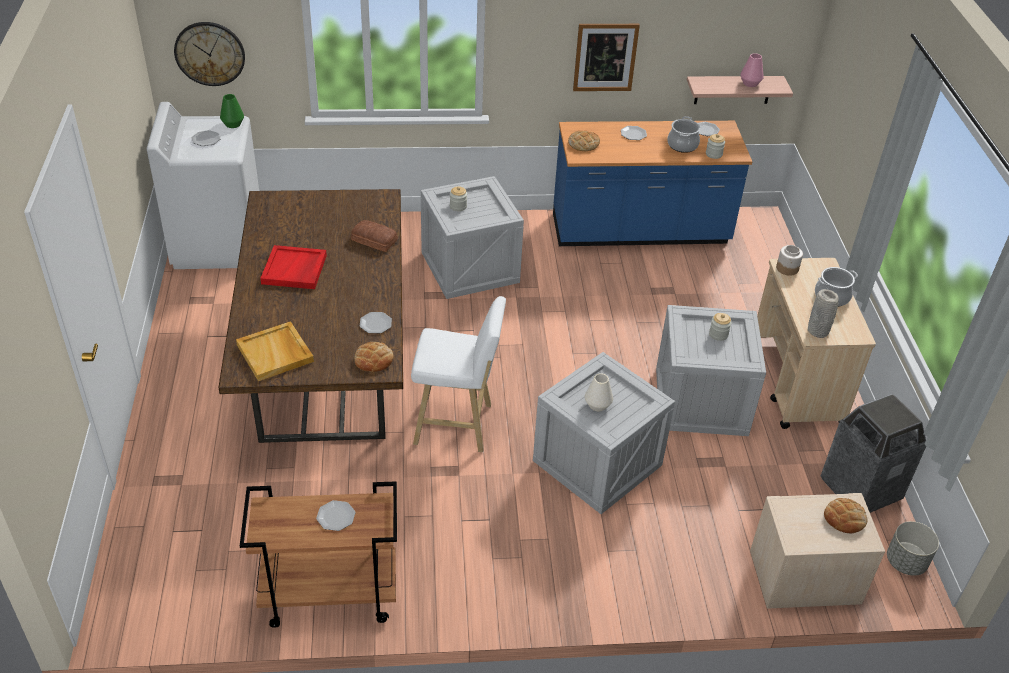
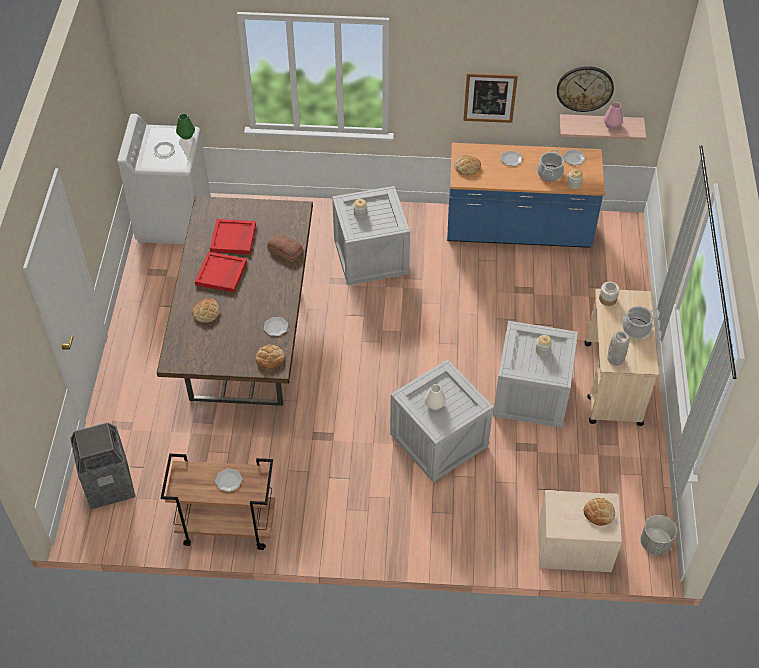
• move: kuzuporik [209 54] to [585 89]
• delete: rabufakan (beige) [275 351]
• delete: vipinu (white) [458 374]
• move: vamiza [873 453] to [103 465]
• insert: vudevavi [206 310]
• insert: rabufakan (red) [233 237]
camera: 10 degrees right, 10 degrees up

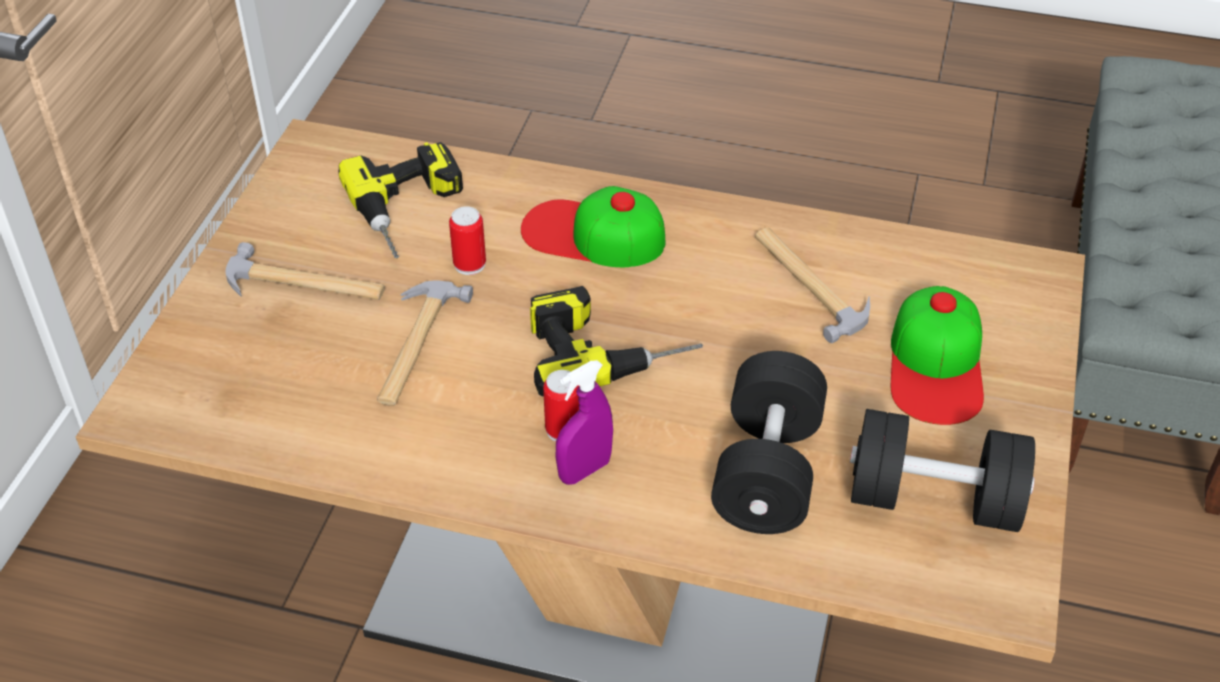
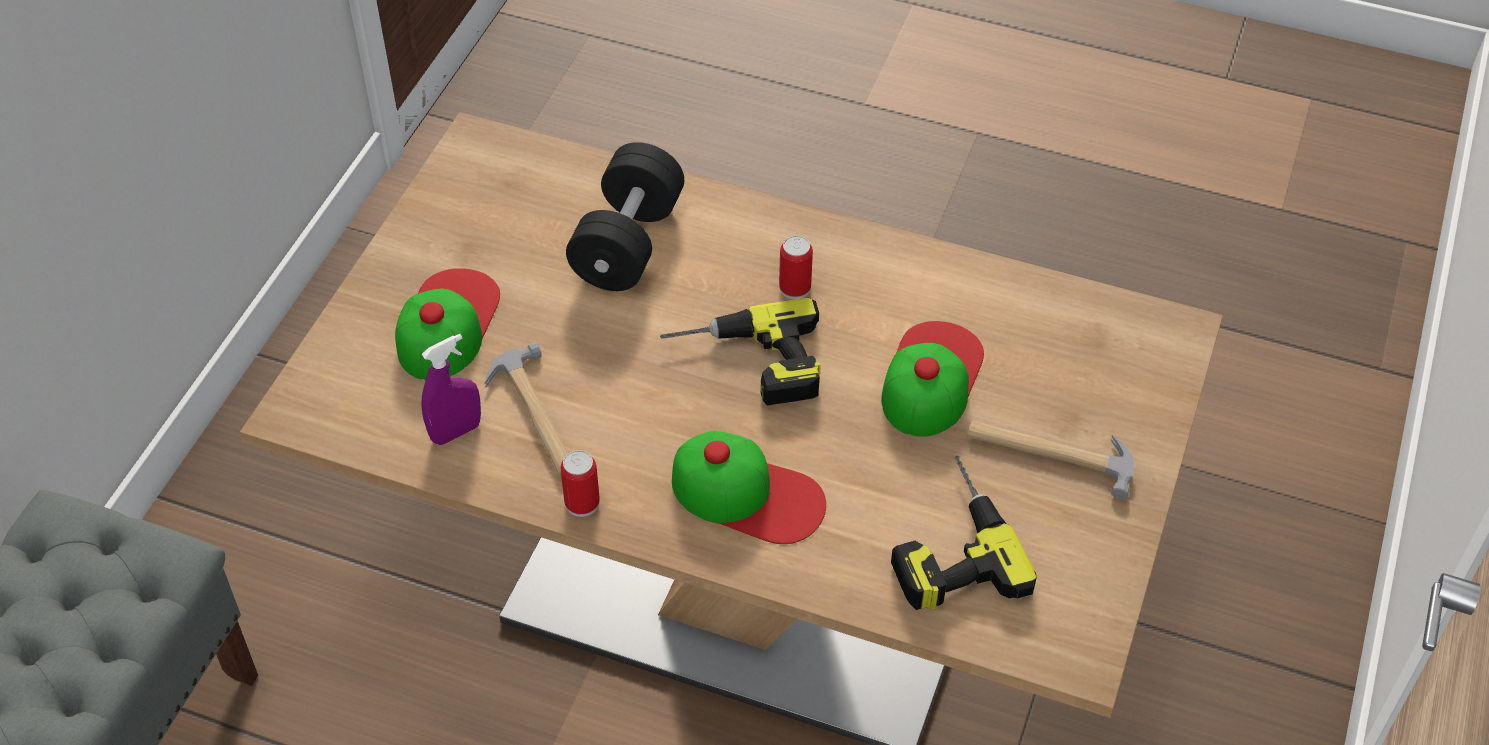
• replace: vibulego [425 343] to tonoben [932 379]
• move: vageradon [467 240] to [580 483]
• move: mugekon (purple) [584 422] to [451 389]
• delete: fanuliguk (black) [942 470]
camera: 175 degrees left, 5 degrees up

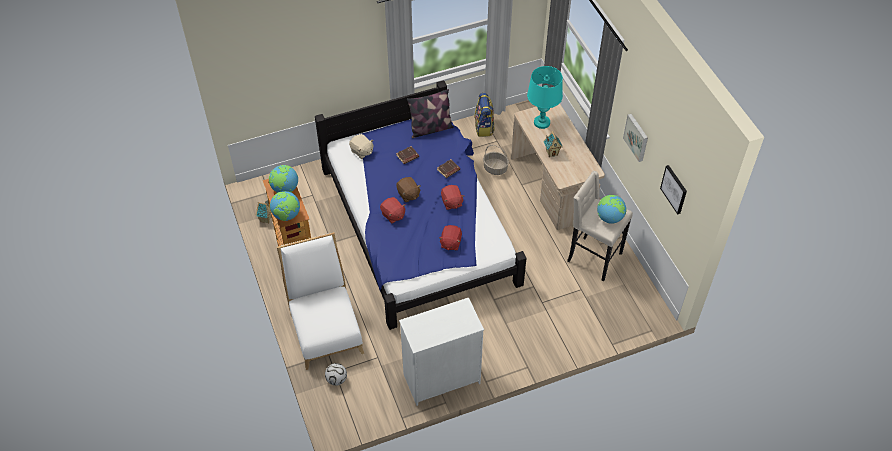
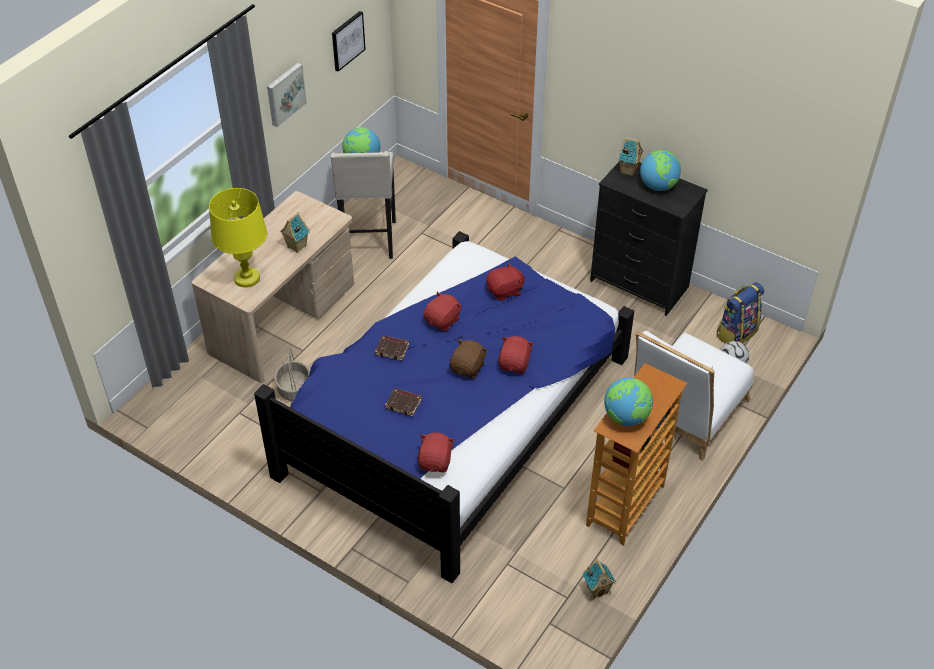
• move: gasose [285 206] to [660 170]
• recolor: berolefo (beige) [361 146] to berolefo (red) [436 452]
• recolor: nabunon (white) [441 352] to nabunon (black) [649 239]
• delete: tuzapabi [430 113]
• move: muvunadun [484 115] to [740 313]
• recolor: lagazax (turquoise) [545 97] to lagazax (yellow) [238 238]
• insert: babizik [630 156]
camera: 125 degrees left, 5 degrees down

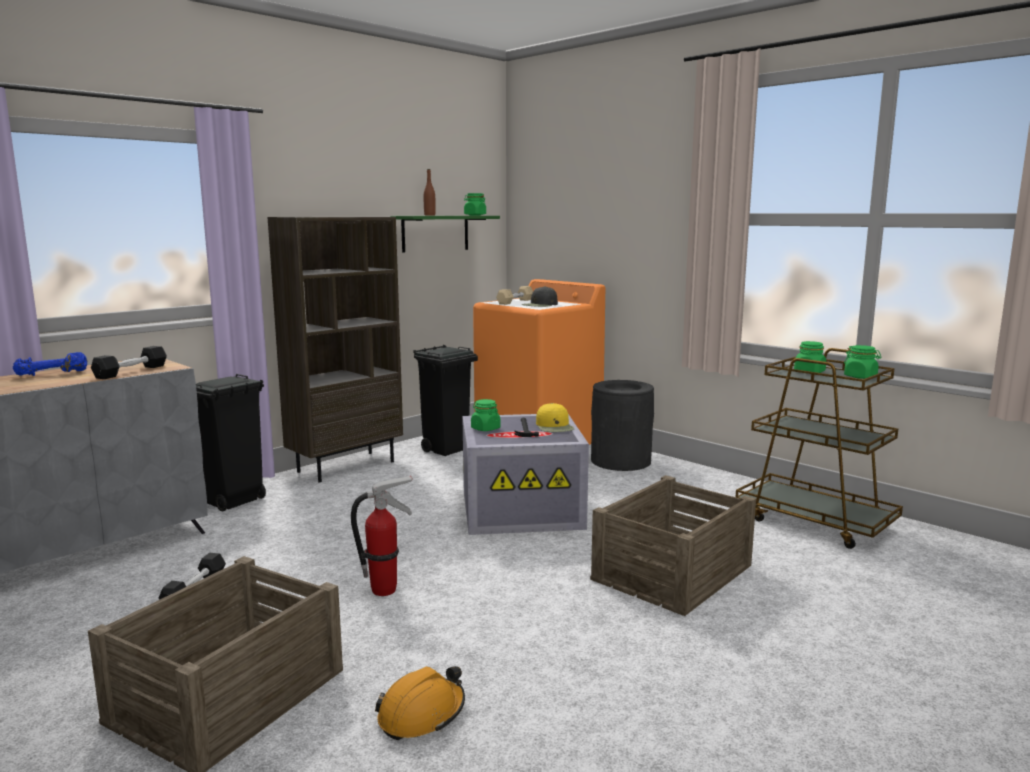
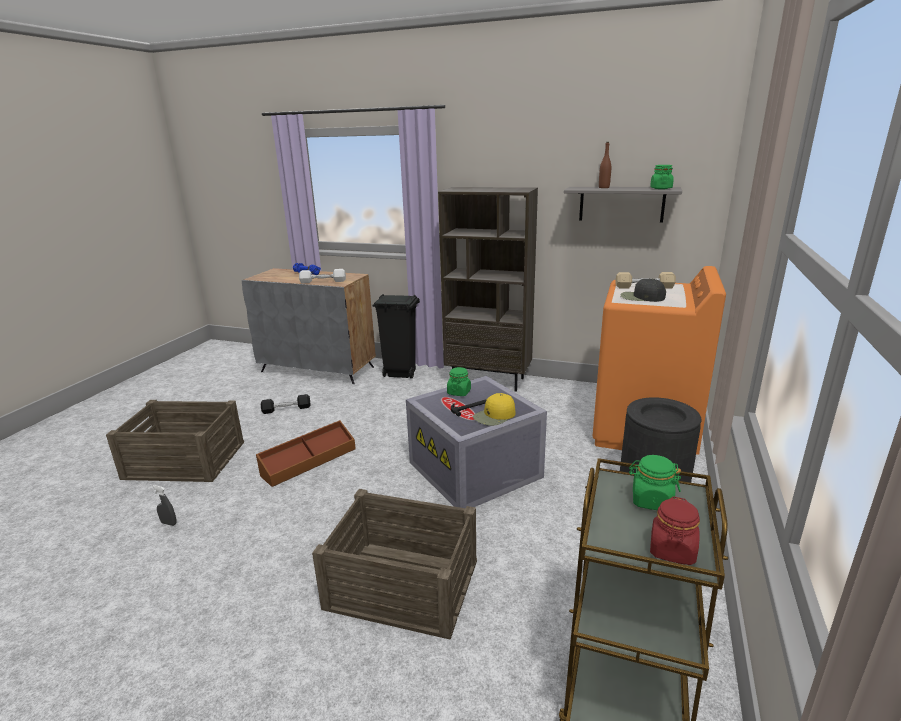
• recolor: fanuliguk (black) [129 362] to fanuliguk (white) [322 276]
• replace: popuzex [382 535] to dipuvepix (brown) [306 453]
• replace: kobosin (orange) [420 703] to mugekon (grey) [164 505]
• recolor: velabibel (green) [445 234] to velabibel (grey) [623 205]
• delete: vamiza (black) [445 400]
• recolor: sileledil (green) [863 362] to sileledil (red) [675 530]
camera: 65 degrees right, 10 degrees up

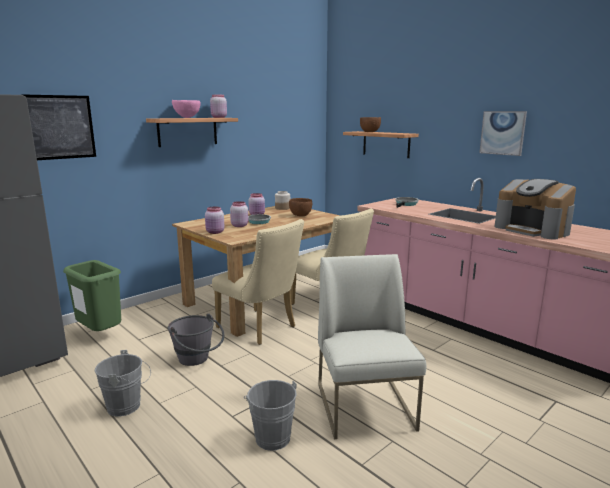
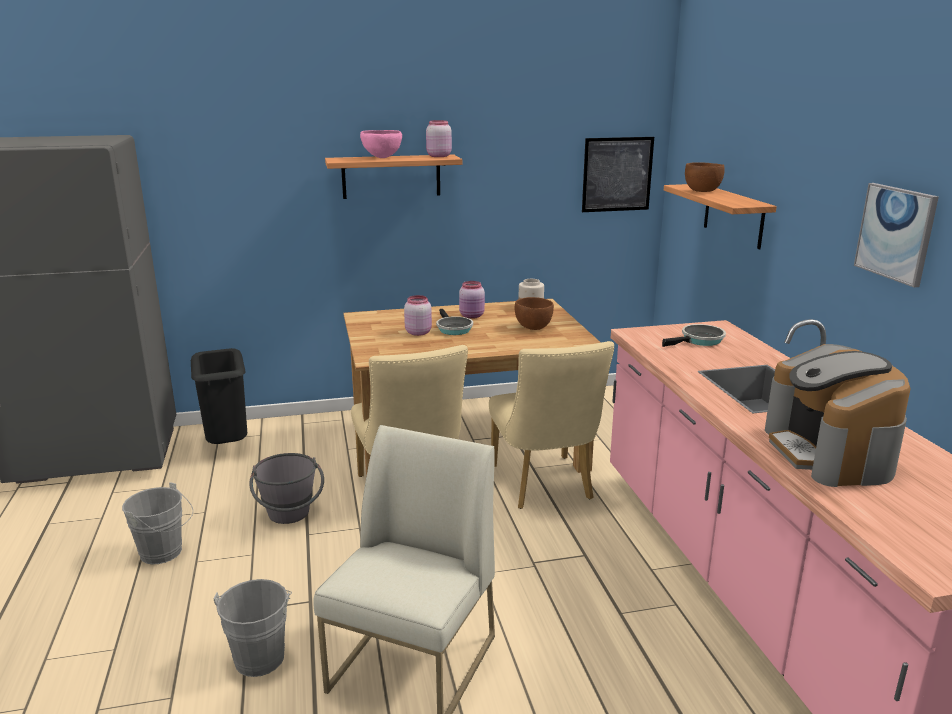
• move: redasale [58 127] to [618 174]
• recolor: vamiza (green) [92 295] to vamiza (black) [219 396]
• delete: sileledil (pink) [214 220]
camera: 30 degrees right, 5 degrees up

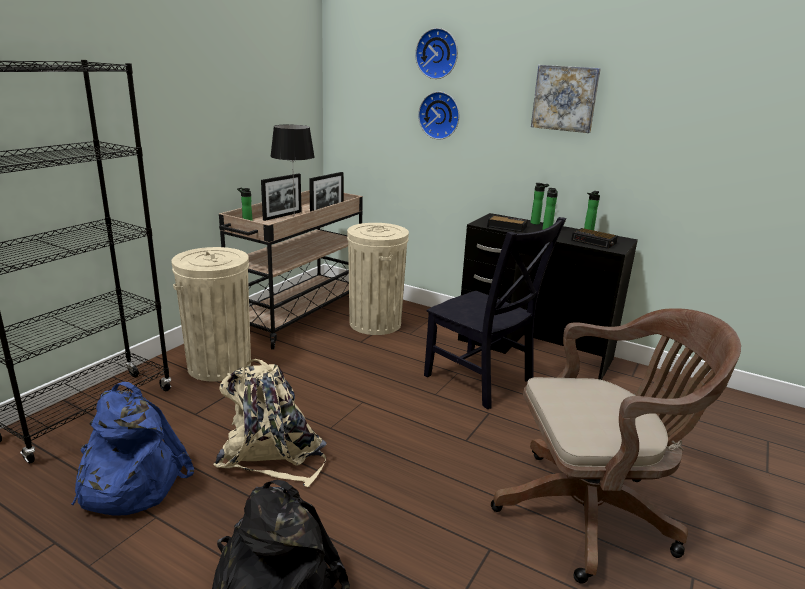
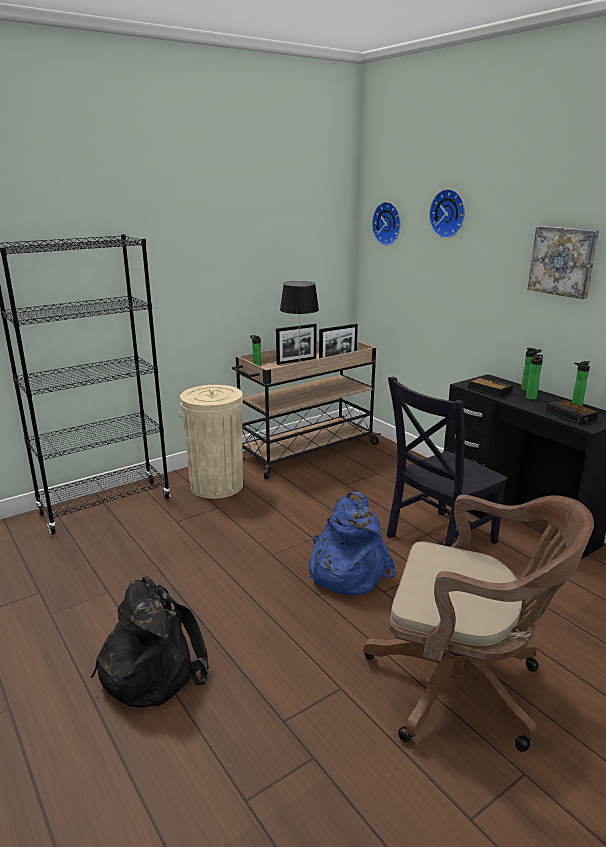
• move: muvunadun (blue) [132 449] to [352 543]
• delete: muvunadun (beige) [270 423]
• delete: vamiza (beige) [378 279]
• move: kuzuporik [438 115] to [386 224]
• rotate: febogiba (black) [495 313] = [447 462] 75 degrees clockwise
camera: 25 degrees right, 0 degrees up

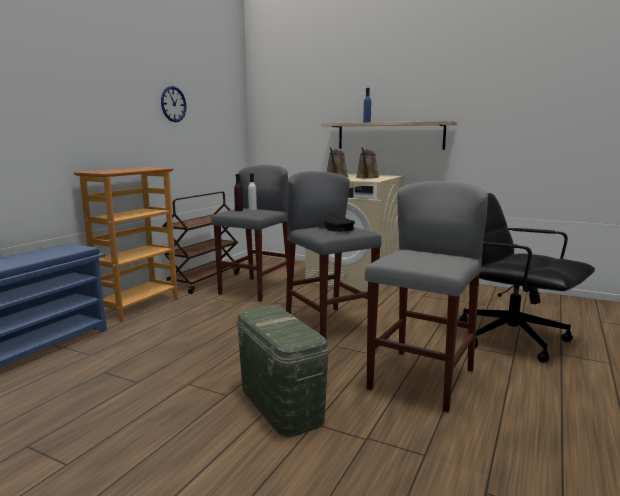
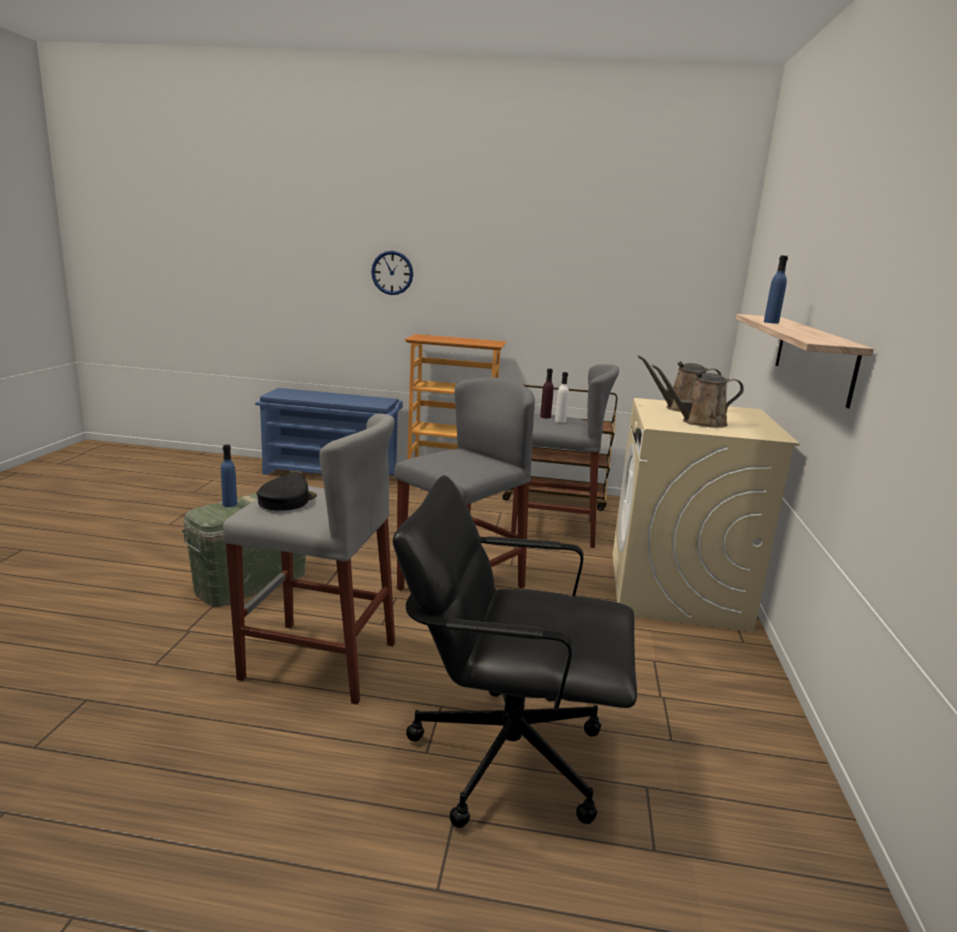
• move: kuzuporik [173 104] to [392 273]
• move: tonoben (black) [337 222] to [286 491]
• rotate: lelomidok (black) [527 277] = [515 651] 105 degrees counterclockwise
• insert: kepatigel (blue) [229 475]
camera: 70 degrees right, 5 degrees up

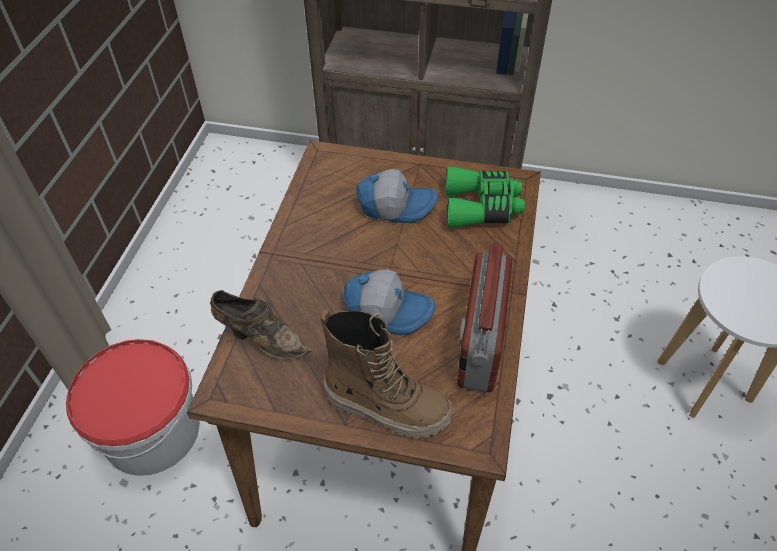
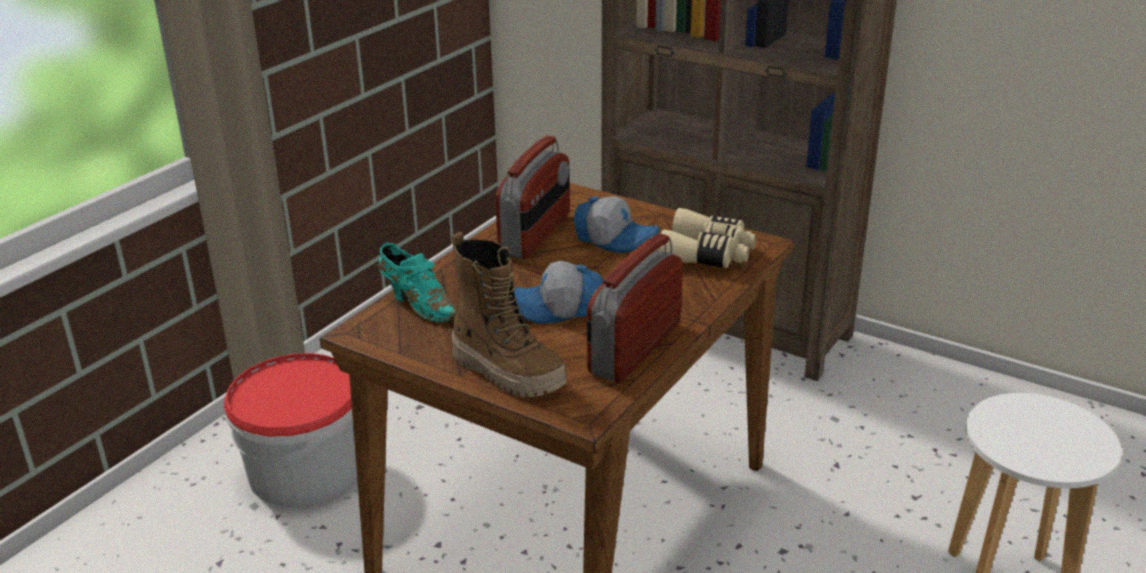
• recolor: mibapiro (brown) [261 324] to mibapiro (turquoise) [417 282]
• rotate: tonoben [389 302] = [558 292] 135 degrees clockwise
• recolor: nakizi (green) [485 197] to nakizi (beige) [706 238]
• insert: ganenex [532 197]
camera: 20 degrees right, 20 degrees down

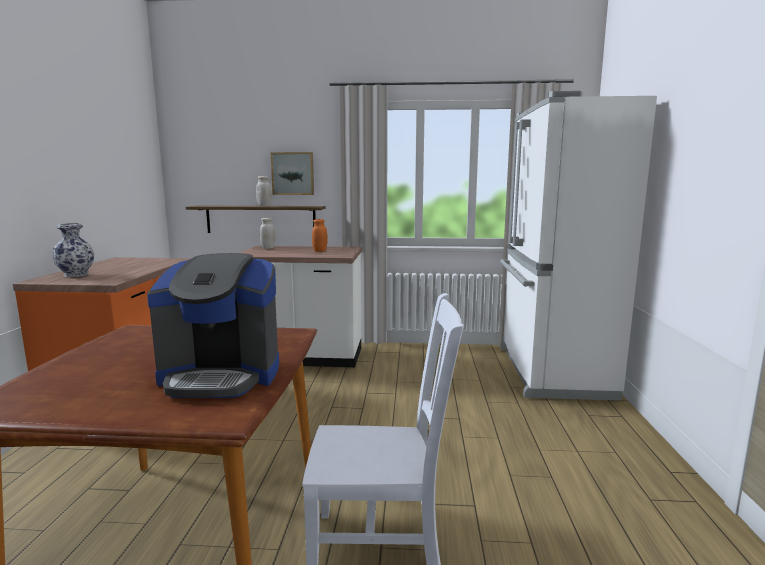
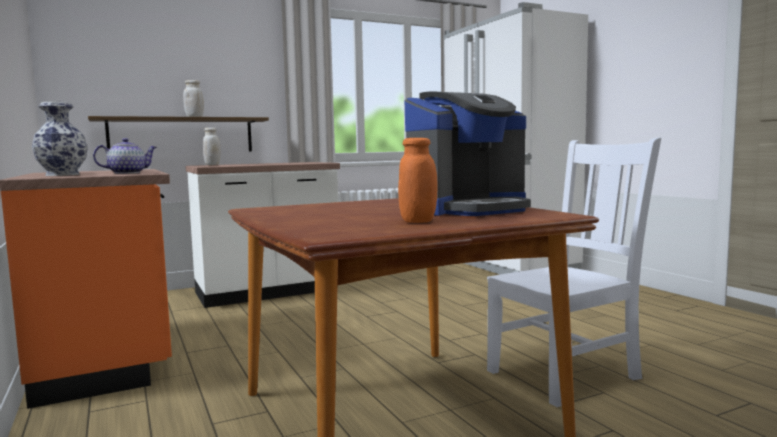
• delete: redasale [292 173]
• move: sileledil (orange) [320 235] to [418 180]
• insert: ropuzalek [125 156]
camera: 30 degrees left, 5 degrees down

